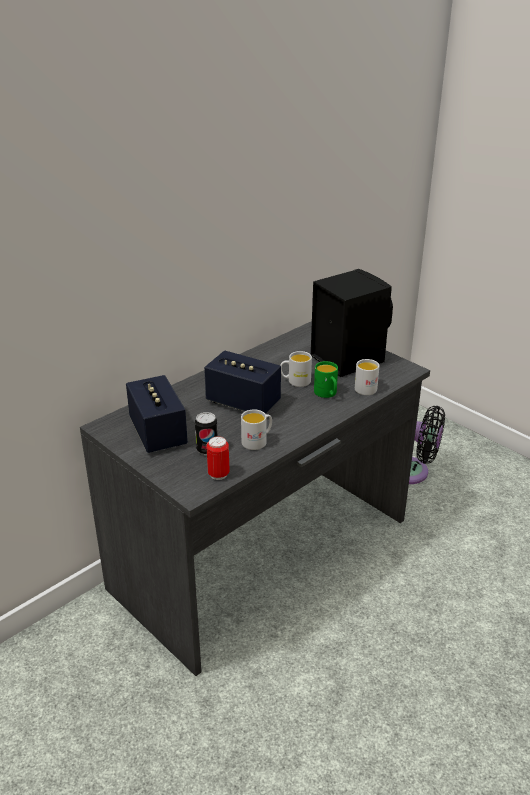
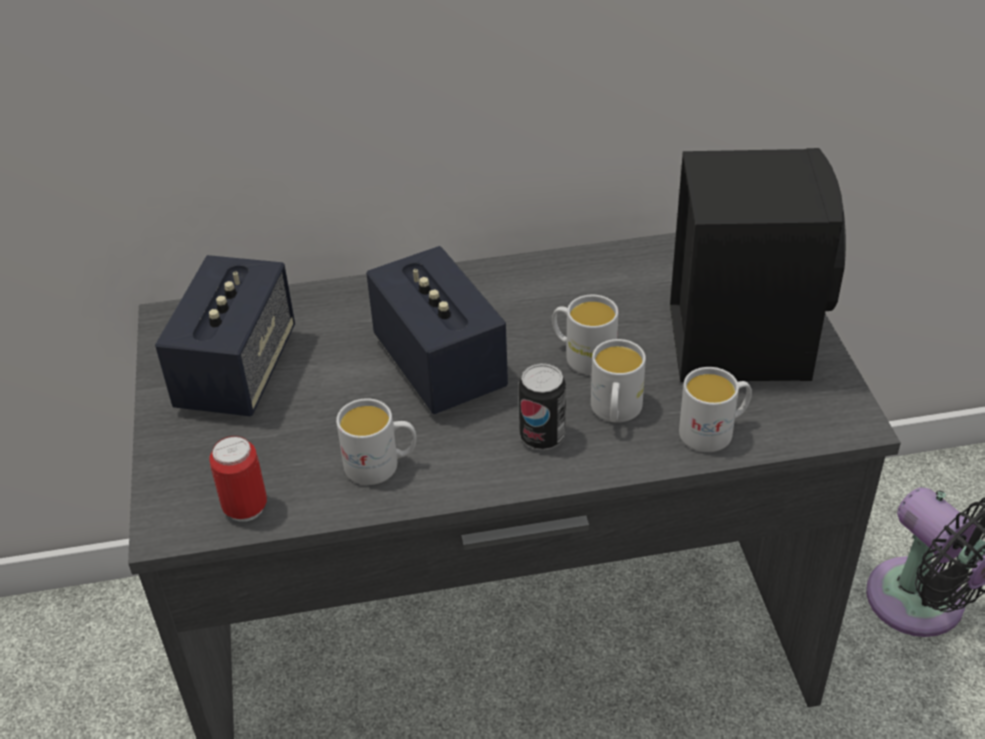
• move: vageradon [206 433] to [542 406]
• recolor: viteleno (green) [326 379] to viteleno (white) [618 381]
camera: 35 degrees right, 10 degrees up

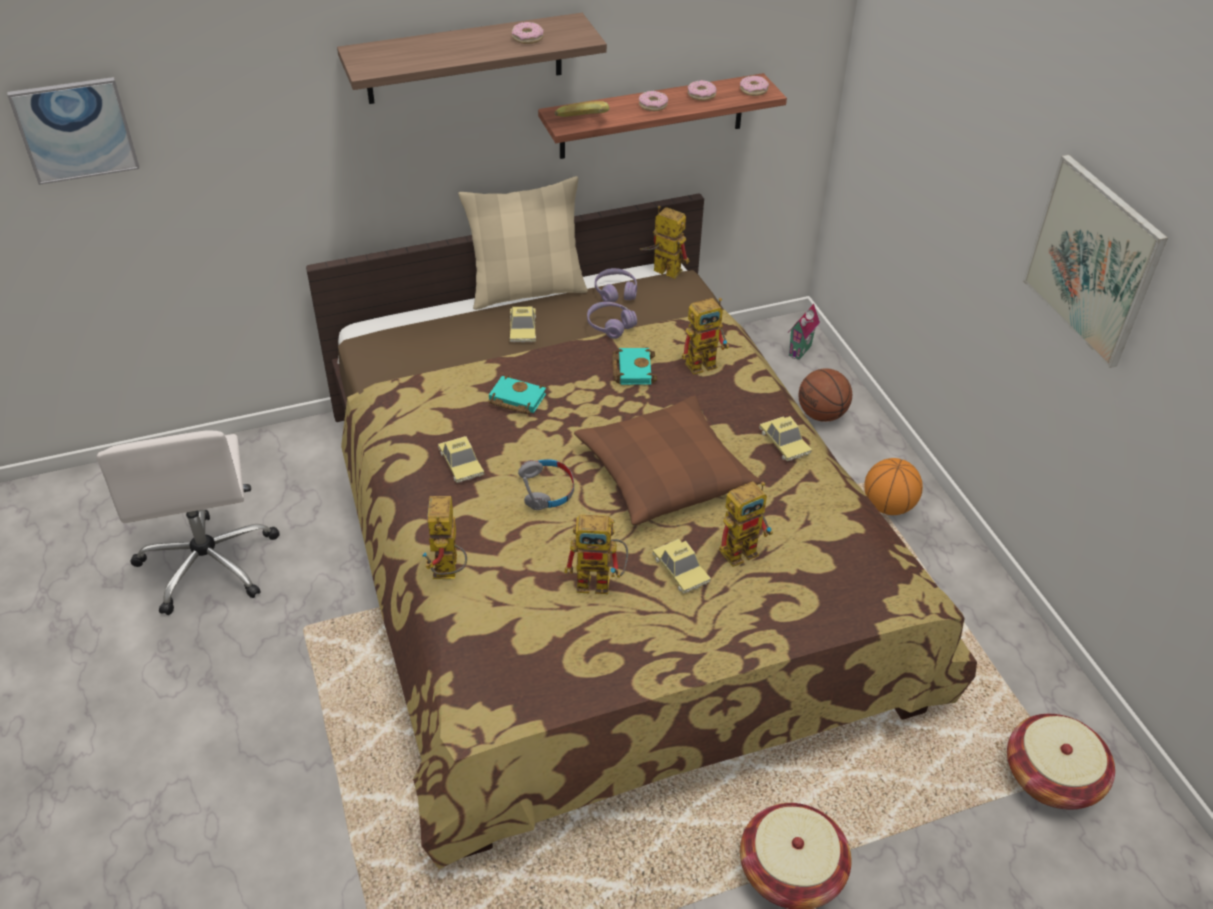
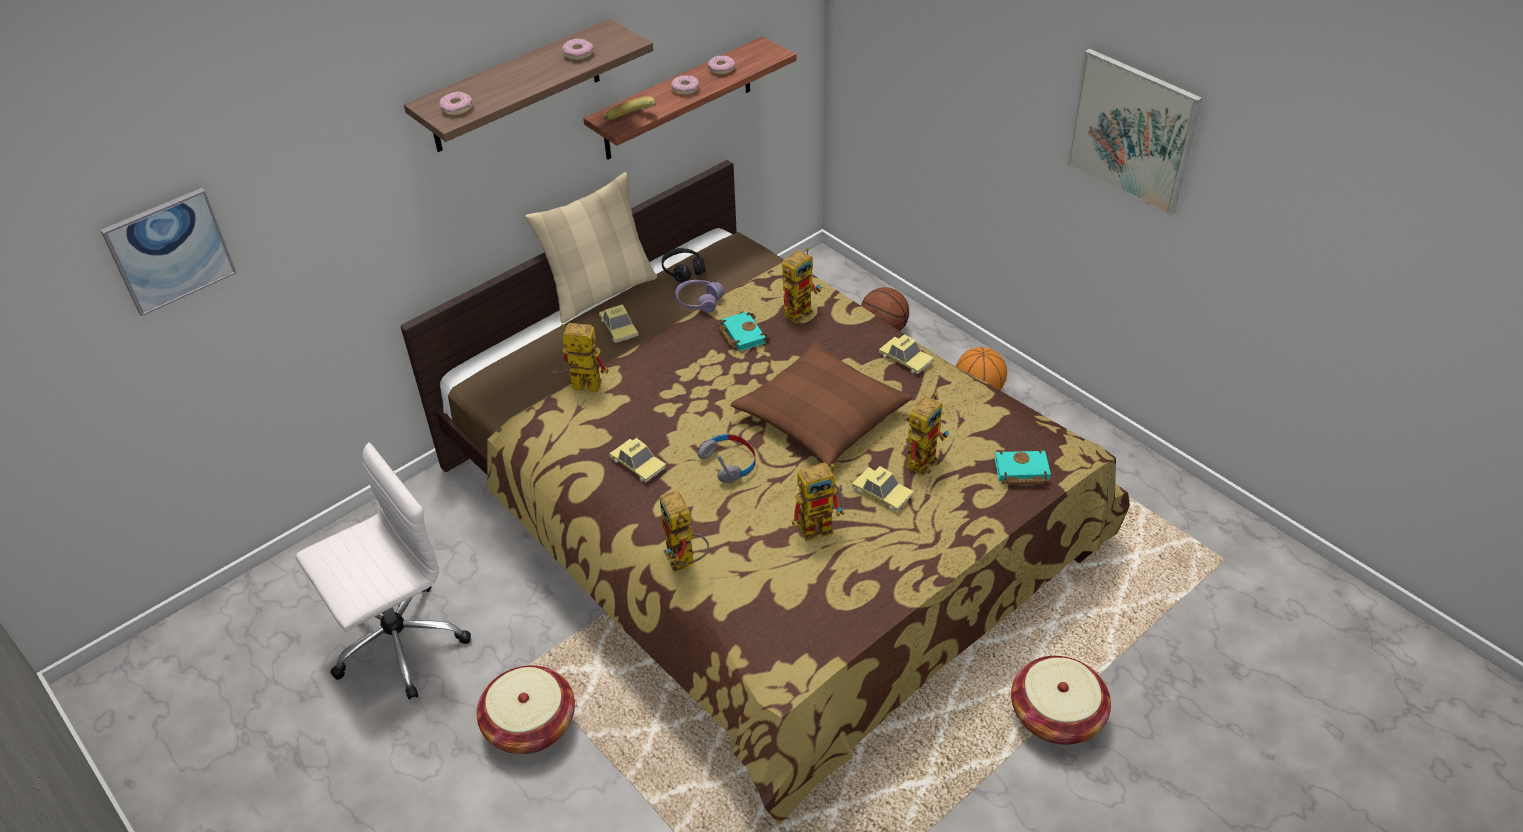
• rotate: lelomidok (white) [188 522] = [383 571] 90 degrees counterclockwise
• move: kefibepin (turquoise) [517 395] to [1023 466]
• recolor: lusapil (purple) [616 285] to lusapil (black) [684 265]
• move: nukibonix [664 242] to [580 357]
• move: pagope [754 86] to [456 104]
• delete: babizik [804 332]
• move: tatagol [1061 761] to [526 709]
camera: 20 degrees left, 0 degrees up

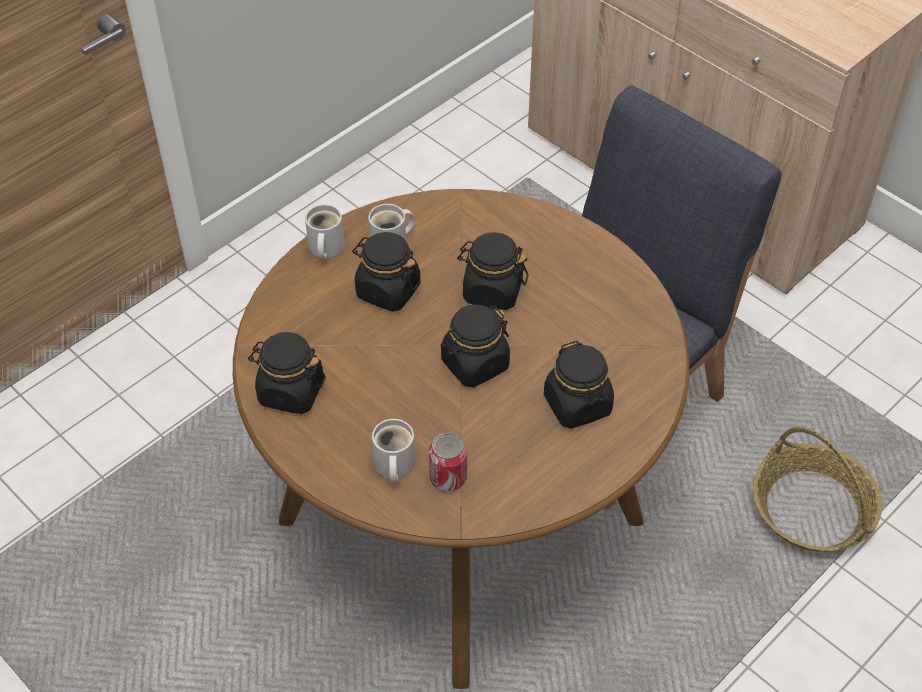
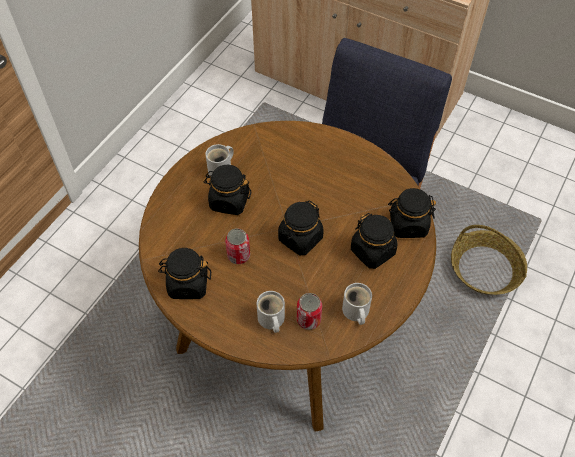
• move: viteleno (white) [324 231] to [357 304]
• move: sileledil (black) [492 271] to [412 213]
• insert: vageradon [237 246]
camera: 15 degrees left, 5 degrees up

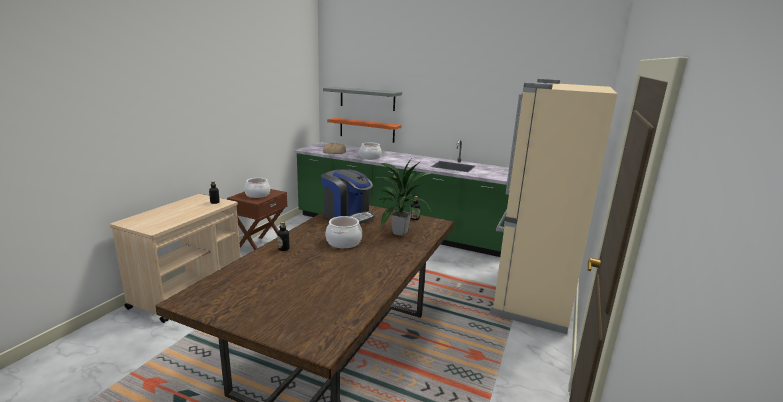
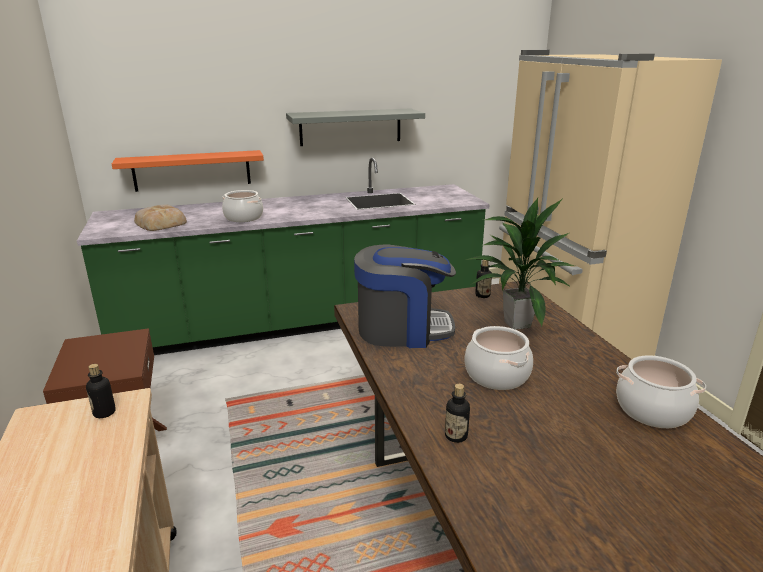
• move: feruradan [257 188] to [661 391]
• move: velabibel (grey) [362 99] to [355 127]
camera: 40 degrees left, 5 degrees up

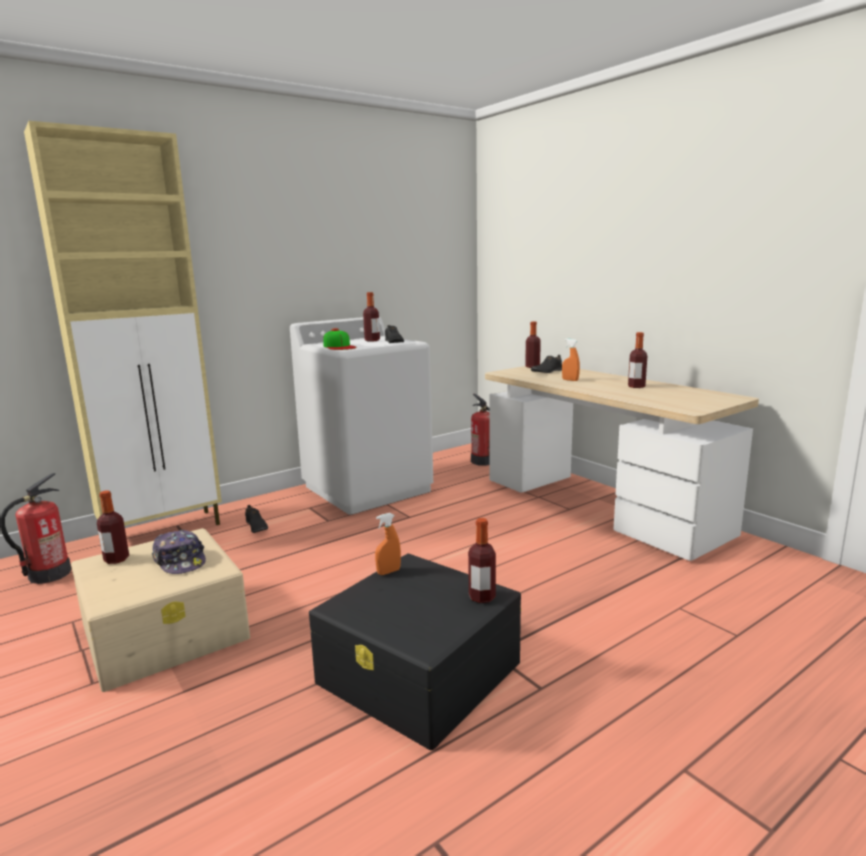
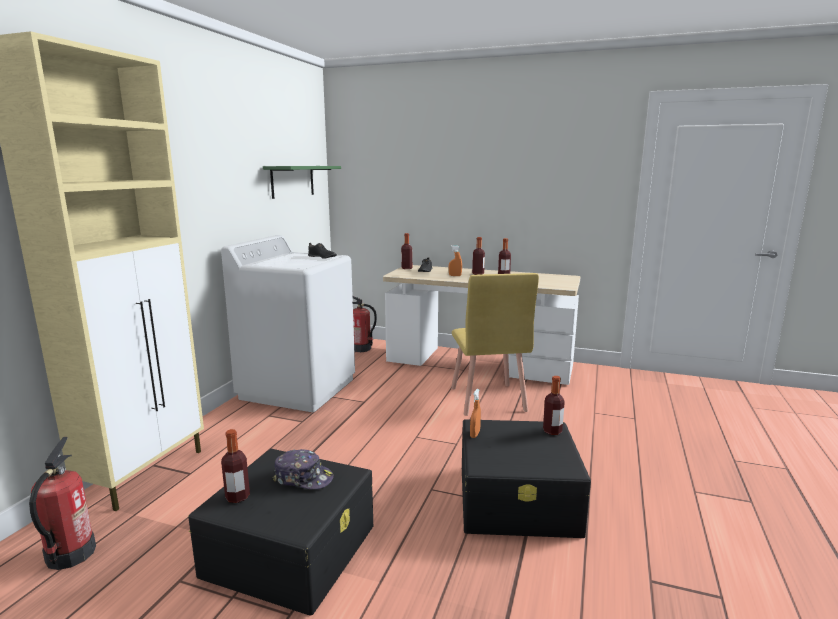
• recolor: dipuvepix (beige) [160 610] to dipuvepix (black) [280 532]
• delete: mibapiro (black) [256 519]
• delete: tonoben [340 339]
• move: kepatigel [371 317] to [478 256]
• insert: velabibel (green) [302 182]
• insert: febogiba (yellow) [495 344]
camera: 35 degrees left, 0 degrees up

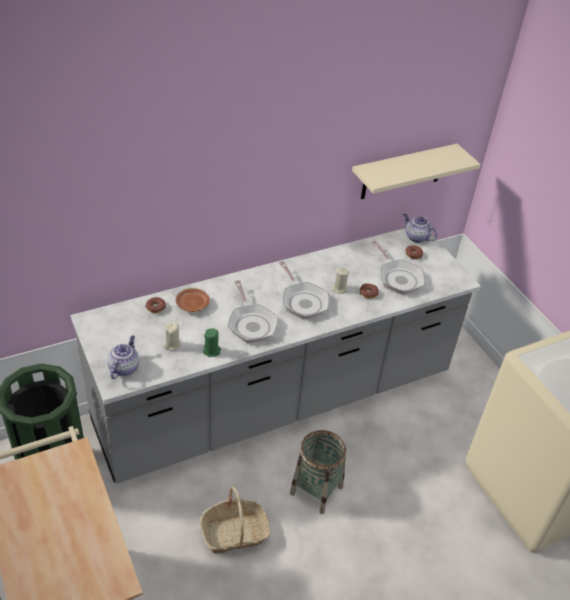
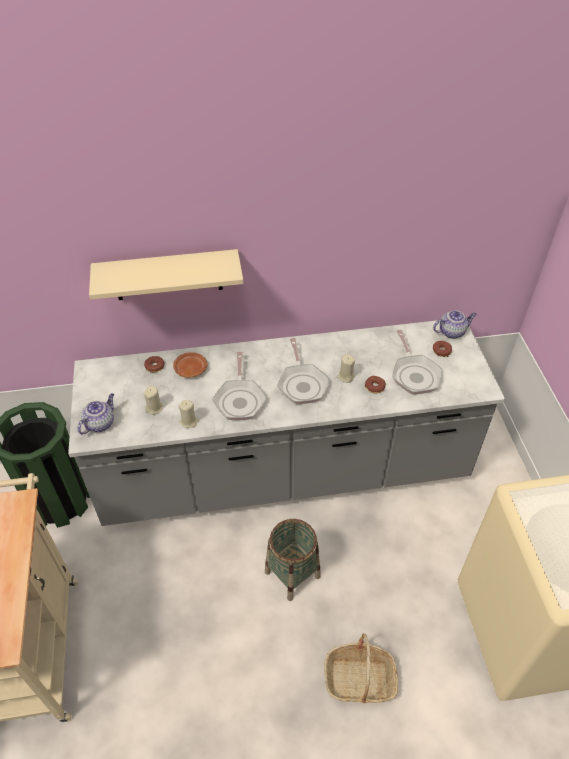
• move: tatagol [235 519] to [361 668]
• recolor: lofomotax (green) [212 342] to lofomotax (beige) [189 414]
• move: velabibel (beige) [416 171] to [166 274]
• rotate: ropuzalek [420 228] = [455 324] 105 degrees clockwise
camera: 20 degrees right, 5 degrees up

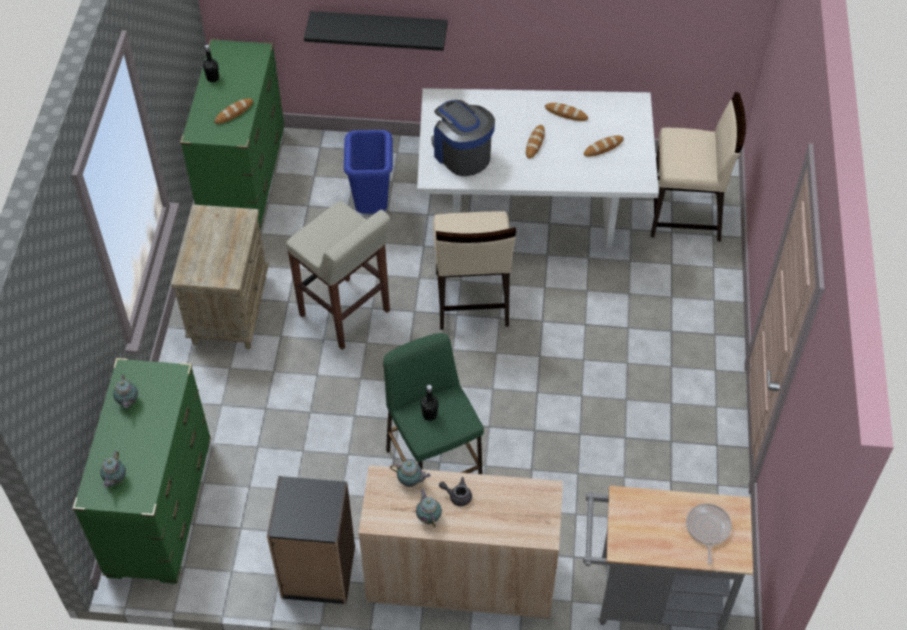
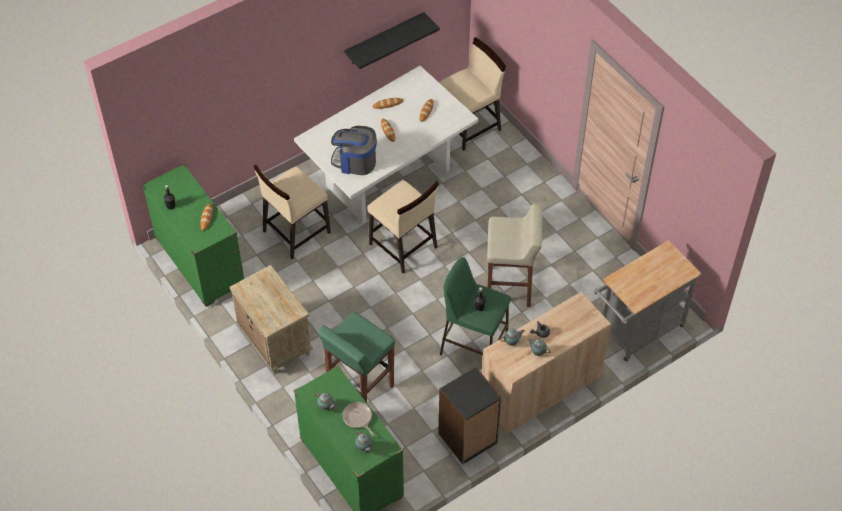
• move: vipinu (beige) [338 275] to [515 255]
• move: velabibel (black) [376 31] to [392 40]
• replace: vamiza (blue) [368 172] to febogiba (beige) [292 212]
• move: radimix [709 534] to [358 419]
• insert: vipinu (green) [356 357]
camera: 40 degrees left, 0 degrees up

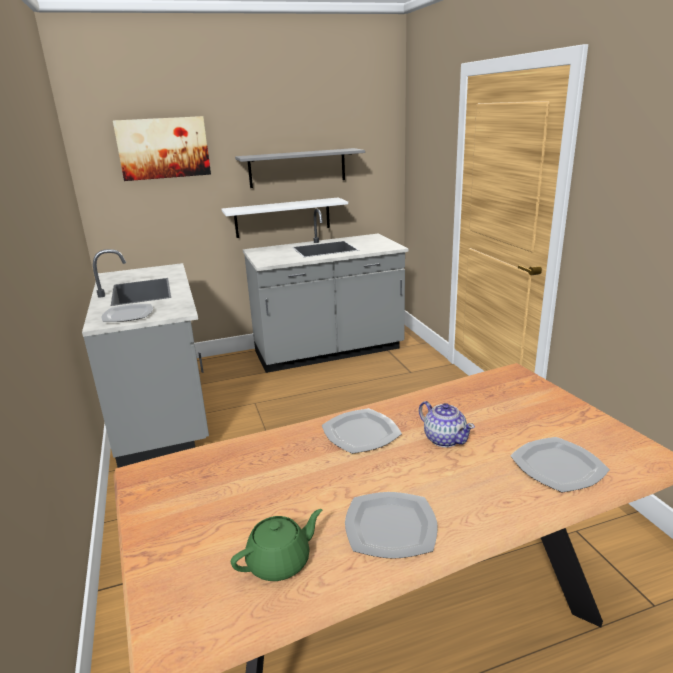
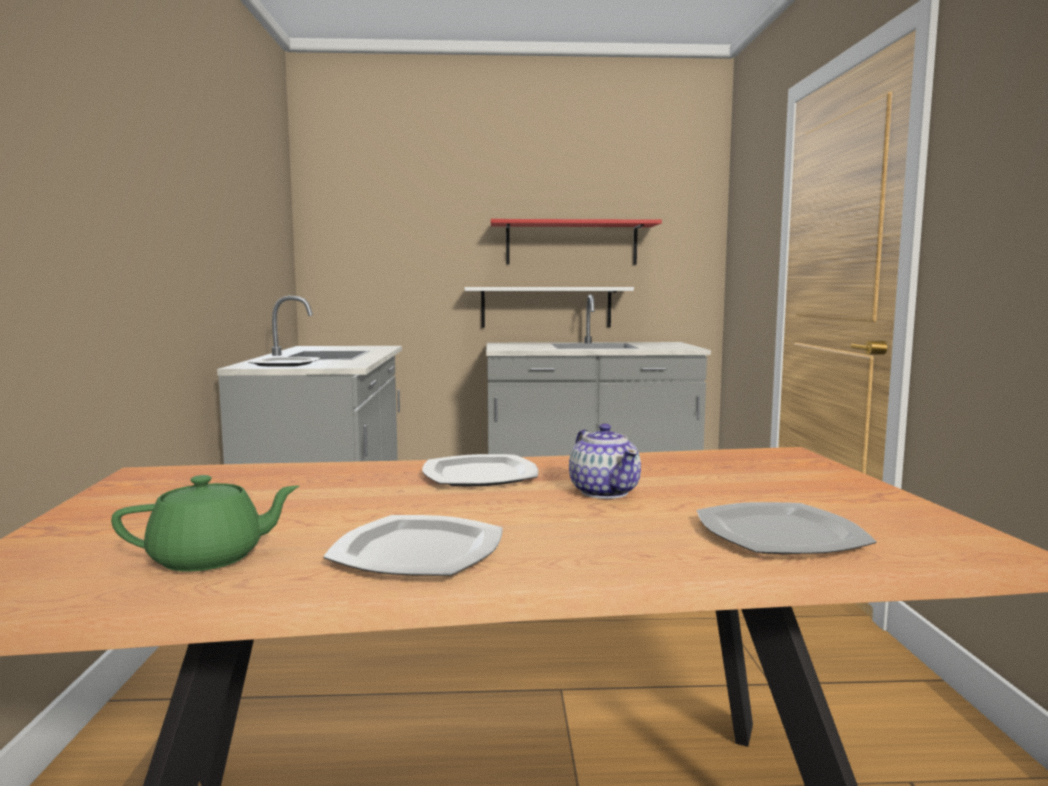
• delete: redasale [162 148]
• recolor: velabibel (grey) [300 168] to velabibel (red) [576 241]
camera: 15 degrees right, 15 degrees down

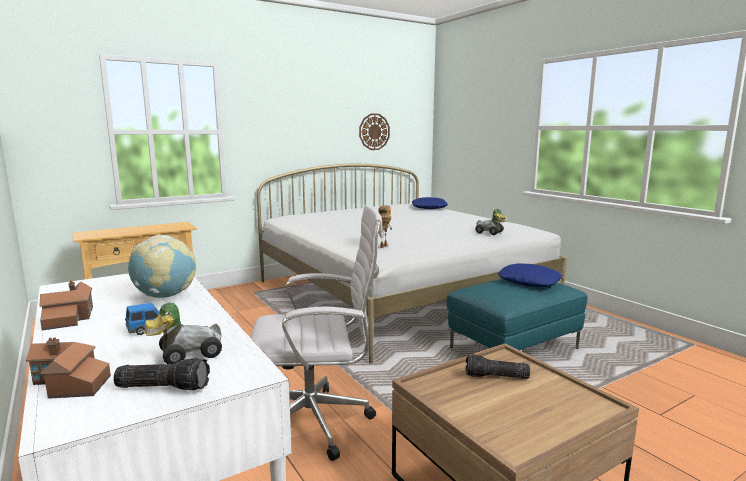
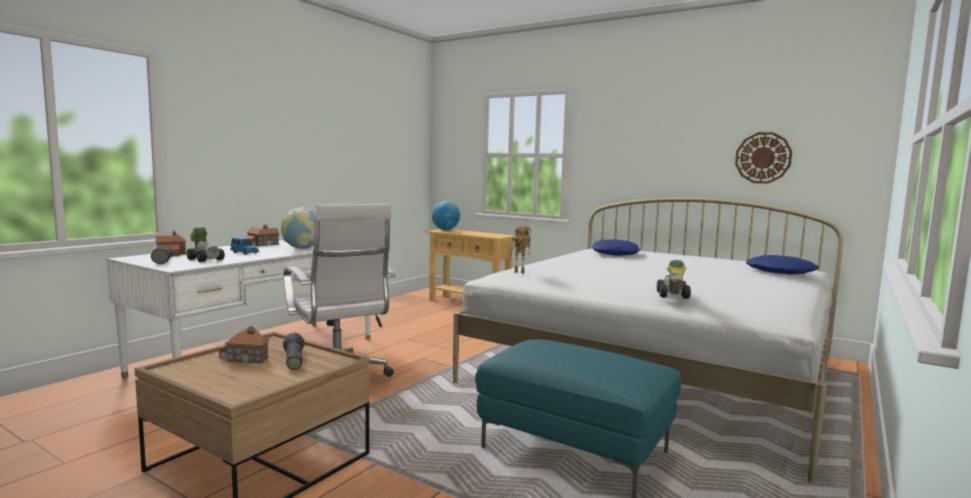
• move: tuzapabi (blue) [530 275] to [616 247]
• insert: babizik [244 344]
• insert: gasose [445 215]
camera: 65 degrees right, 5 degrees down

